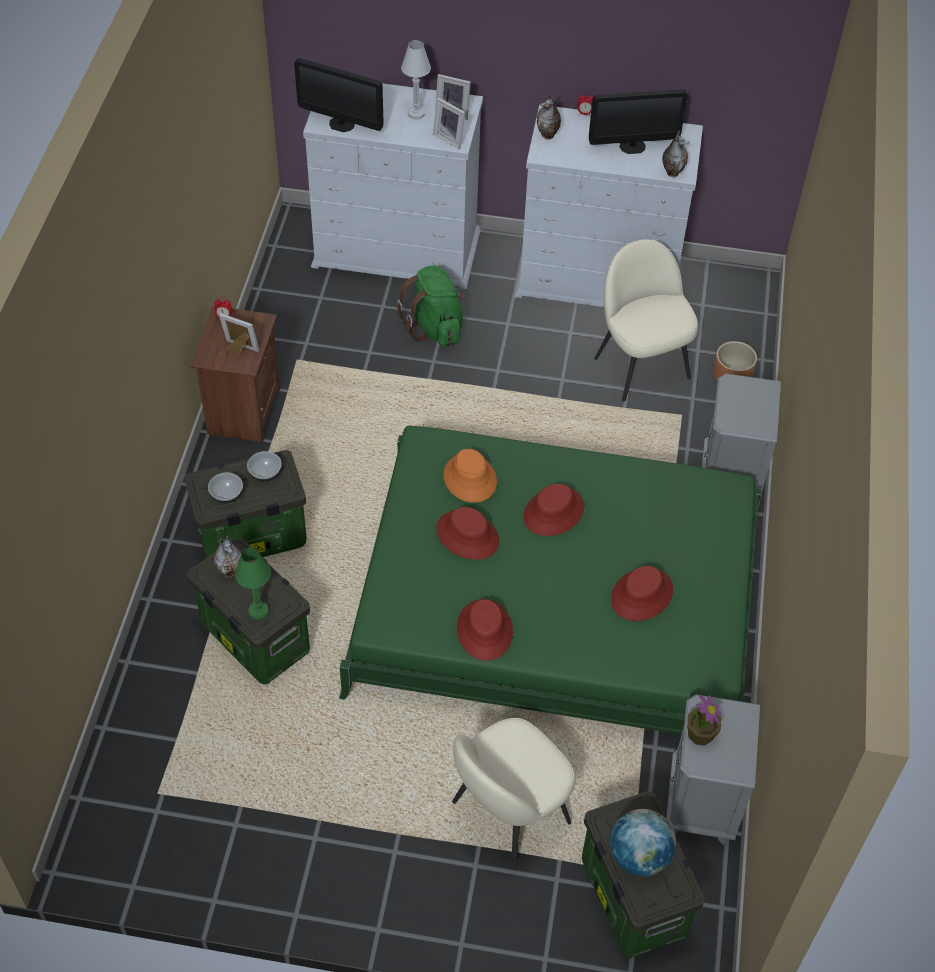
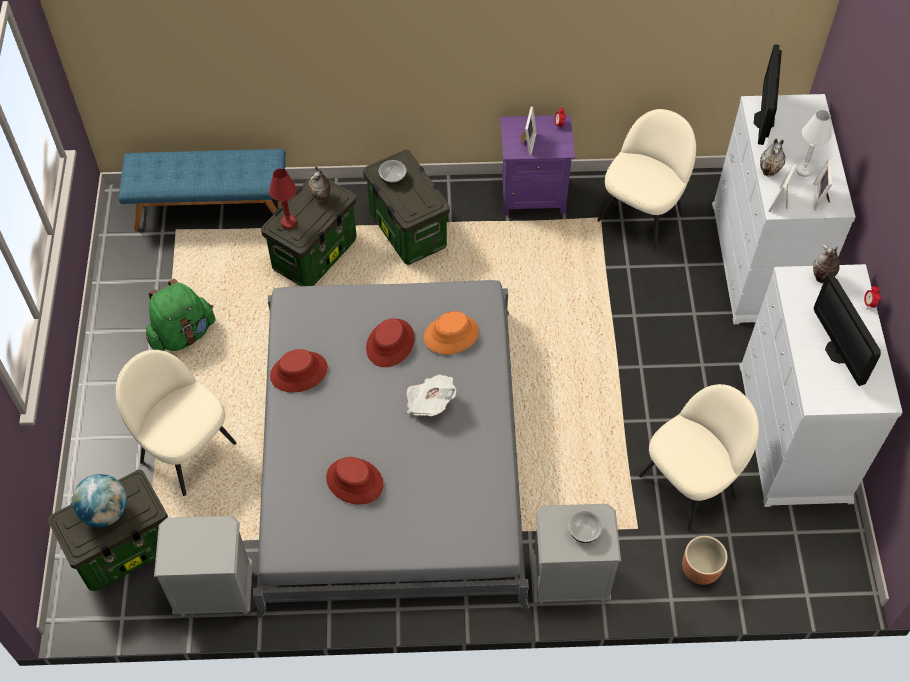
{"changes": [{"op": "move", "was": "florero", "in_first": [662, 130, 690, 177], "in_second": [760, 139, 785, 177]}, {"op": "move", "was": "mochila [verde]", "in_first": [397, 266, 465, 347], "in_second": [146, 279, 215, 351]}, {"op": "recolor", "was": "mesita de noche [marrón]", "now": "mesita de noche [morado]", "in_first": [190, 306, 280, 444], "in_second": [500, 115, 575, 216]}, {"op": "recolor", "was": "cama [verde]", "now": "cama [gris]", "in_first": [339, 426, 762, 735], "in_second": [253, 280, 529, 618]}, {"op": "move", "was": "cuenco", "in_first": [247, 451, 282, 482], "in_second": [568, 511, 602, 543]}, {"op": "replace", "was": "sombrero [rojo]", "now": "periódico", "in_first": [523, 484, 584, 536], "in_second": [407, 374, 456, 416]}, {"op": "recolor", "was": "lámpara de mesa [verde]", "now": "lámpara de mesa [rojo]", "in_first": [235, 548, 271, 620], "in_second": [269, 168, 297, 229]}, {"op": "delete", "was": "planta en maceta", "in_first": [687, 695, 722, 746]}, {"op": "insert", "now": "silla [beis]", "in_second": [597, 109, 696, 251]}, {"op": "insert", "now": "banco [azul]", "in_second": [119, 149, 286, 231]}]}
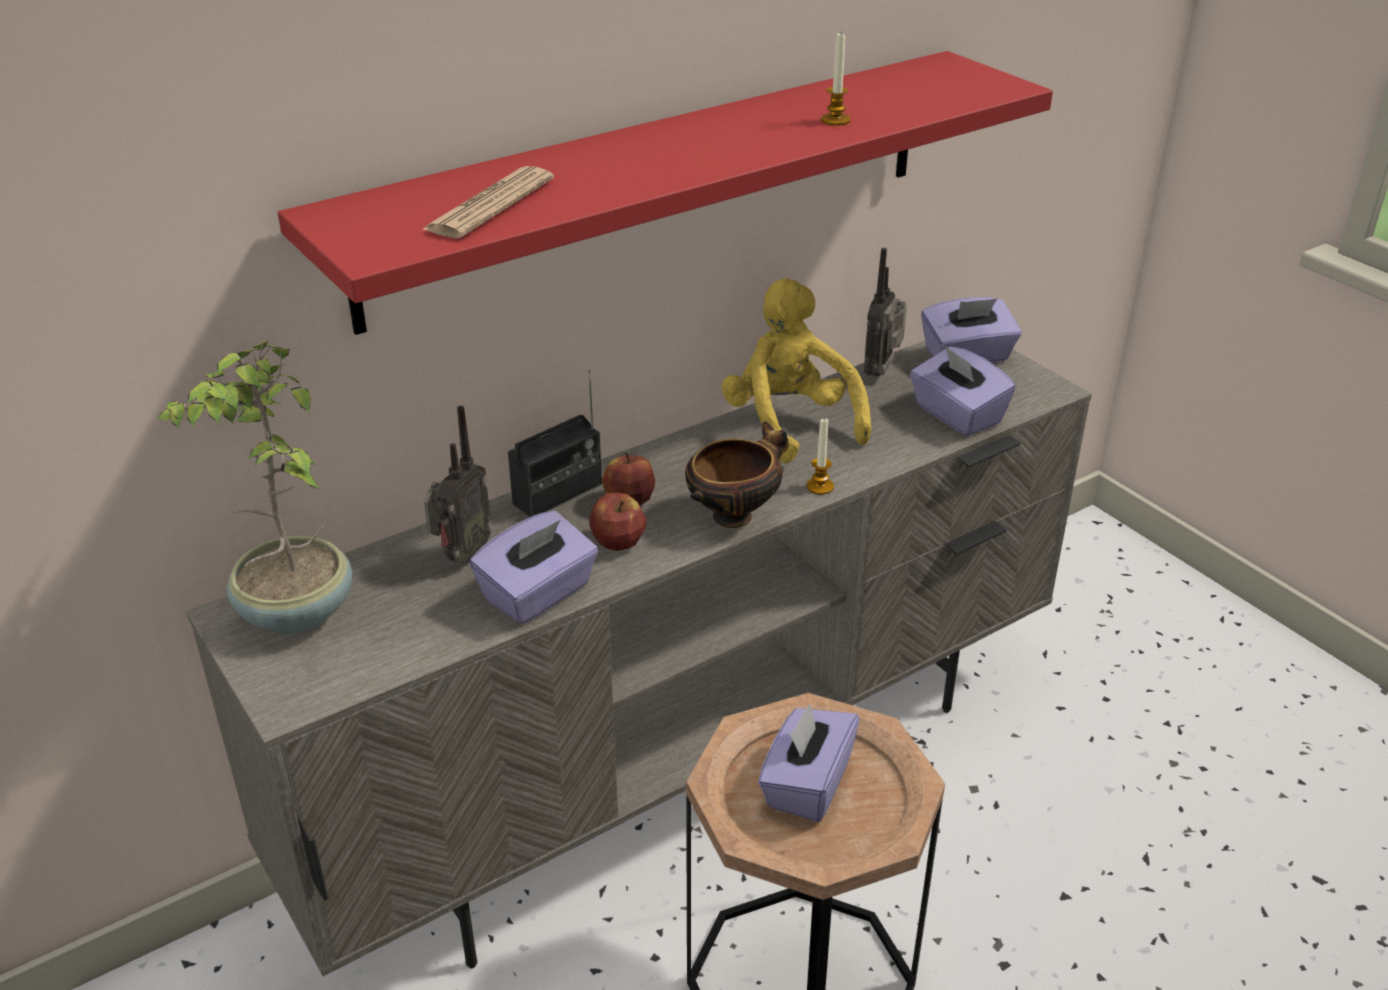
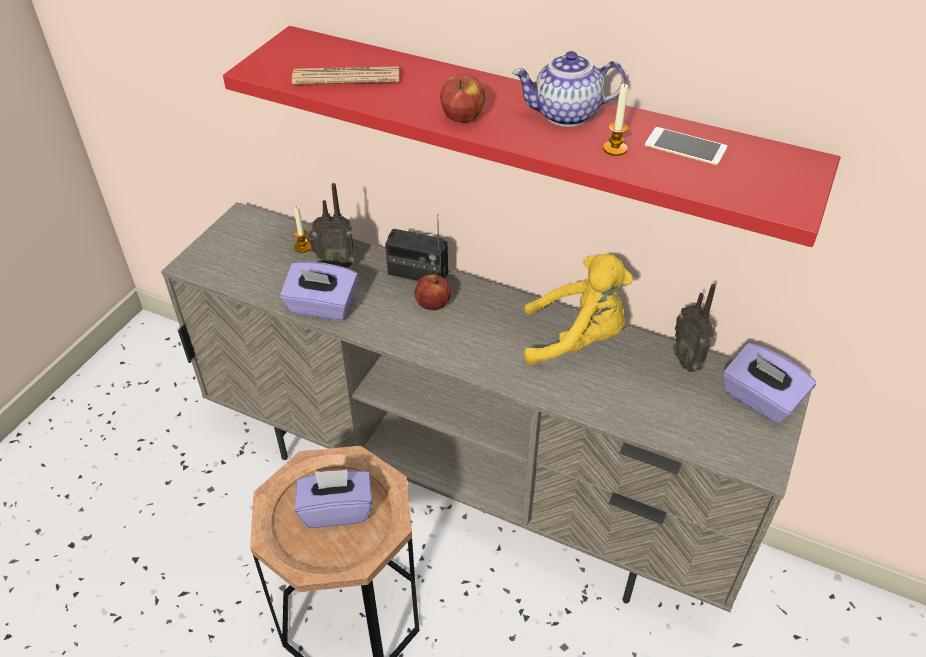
{"changes": [{"op": "rotate", "was": "radio", "in_first": [864, 248, 907, 376], "in_second": [673, 284, 716, 372], "clockwise": -105}, {"op": "rotate", "was": "peluche [amarillo]", "in_first": [721, 278, 871, 464], "in_second": [524, 254, 633, 365], "clockwise": 60}, {"op": "delete", "was": "planta en maceta", "in_first": [157, 339, 352, 634]}, {"op": "delete", "was": "caja de pañuelos [morado]", "in_first": [910, 346, 1016, 436]}, {"op": "move", "was": "vela", "in_first": [806, 417, 834, 494], "in_second": [294, 206, 311, 253]}, {"op": "delete", "was": "cuenco", "in_first": [685, 422, 789, 528]}, {"op": "move", "was": "manzana", "in_first": [589, 492, 646, 551], "in_second": [440, 74, 485, 123]}, {"op": "insert", "now": "tetera", "in_second": [512, 51, 626, 127]}, {"op": "insert", "now": "móvil", "in_second": [645, 127, 727, 165]}]}
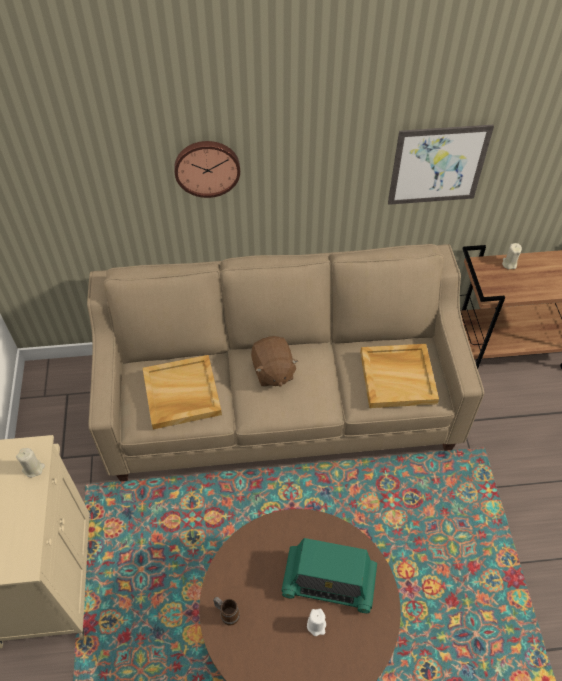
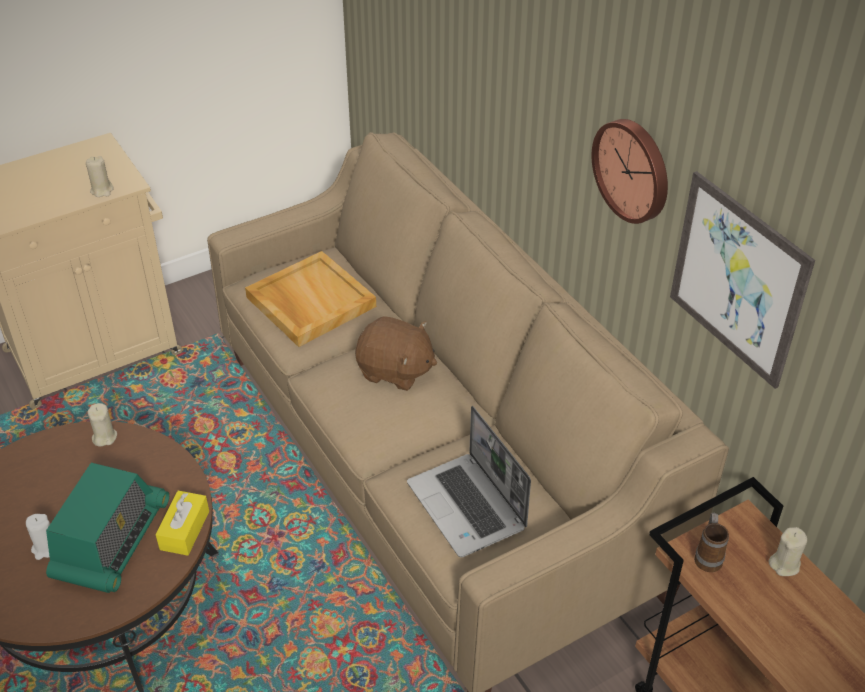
{"changes": [{"op": "move", "was": "reloj de pared", "in_first": [174, 141, 240, 198], "in_second": [592, 119, 668, 224]}, {"op": "rotate", "was": "peluche [marrón]", "in_first": [251, 336, 298, 387], "in_second": [355, 316, 437, 391], "clockwise": -120}, {"op": "replace", "was": "bandeja [beis]", "now": "portátil", "in_first": [360, 344, 439, 408], "in_second": [407, 406, 531, 558]}, {"op": "rotate", "was": "radio", "in_first": [281, 538, 377, 613], "in_second": [46, 463, 169, 593], "clockwise": -150}, {"op": "move", "was": "taza grande", "in_first": [213, 597, 240, 626], "in_second": [694, 512, 729, 572]}, {"op": "insert", "now": "vela [beis]", "in_second": [88, 403, 117, 447]}, {"op": "insert", "now": "caja de pañuelos [amarillo]", "in_second": [155, 491, 209, 556]}]}
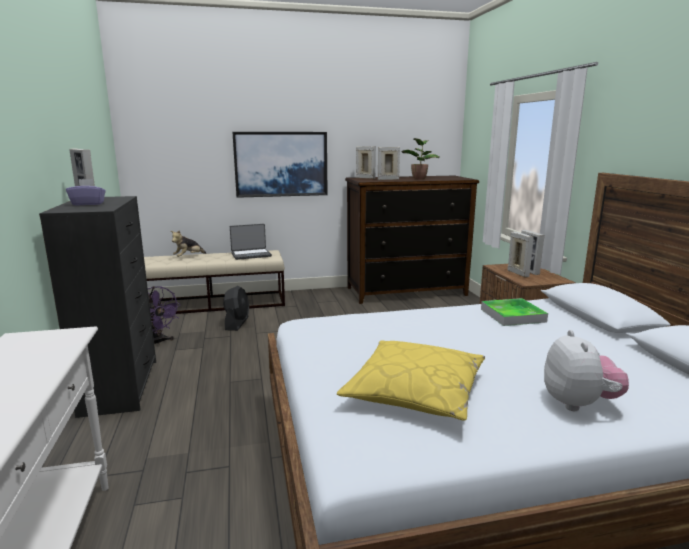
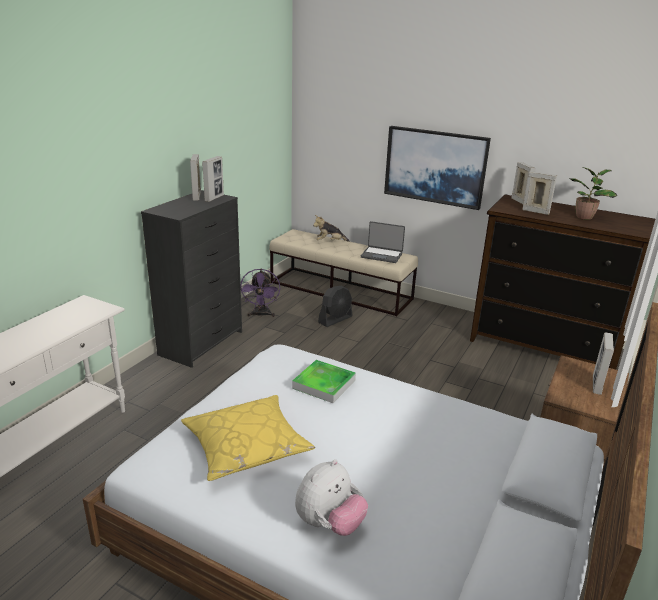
{"changes": [{"op": "delete", "was": "caja de pañuelos [morado]", "in_first": [66, 179, 106, 205]}, {"op": "move", "was": "portarretratos", "in_first": [507, 232, 534, 277], "in_second": [202, 156, 224, 202]}, {"op": "move", "was": "bandeja", "in_first": [481, 298, 548, 326], "in_second": [292, 360, 356, 403]}]}
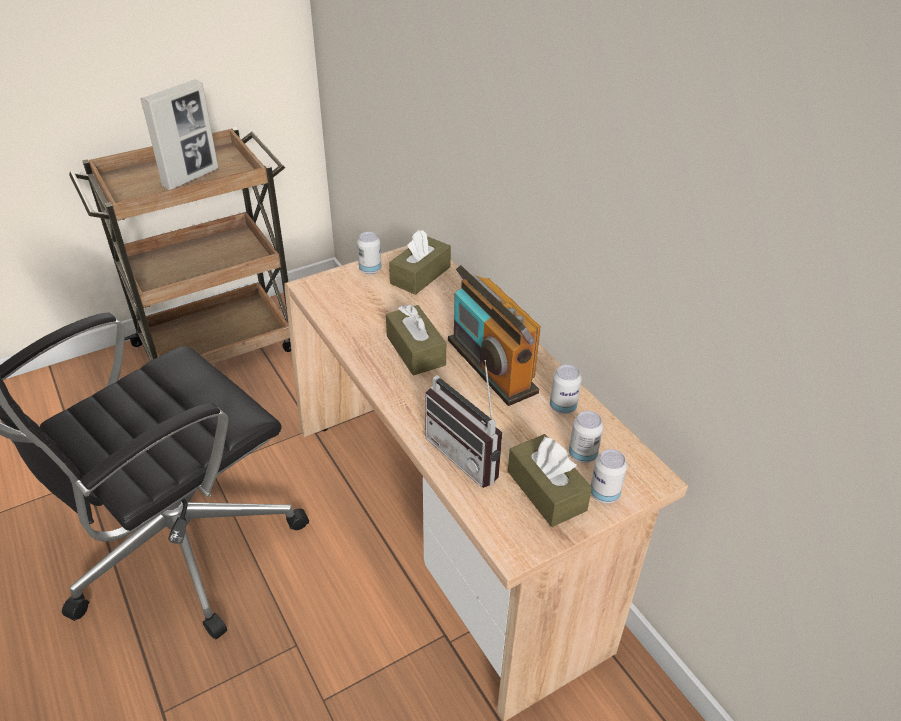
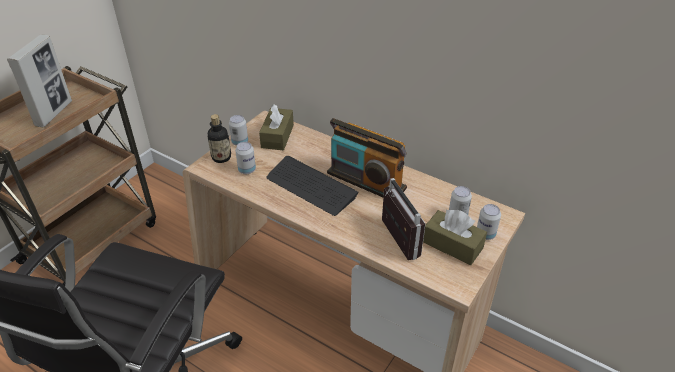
{"changes": [{"op": "replace", "was": "caja de pañuelos [marrón]", "now": "teclado", "in_first": [386, 304, 446, 376], "in_second": [266, 156, 358, 216]}, {"op": "rotate", "was": "radio", "in_first": [425, 360, 502, 488], "in_second": [382, 178, 426, 260], "clockwise": -135}, {"op": "move", "was": "lata", "in_first": [550, 365, 582, 414], "in_second": [235, 142, 256, 174]}, {"op": "insert", "now": "botella", "in_second": [207, 114, 231, 163]}]}
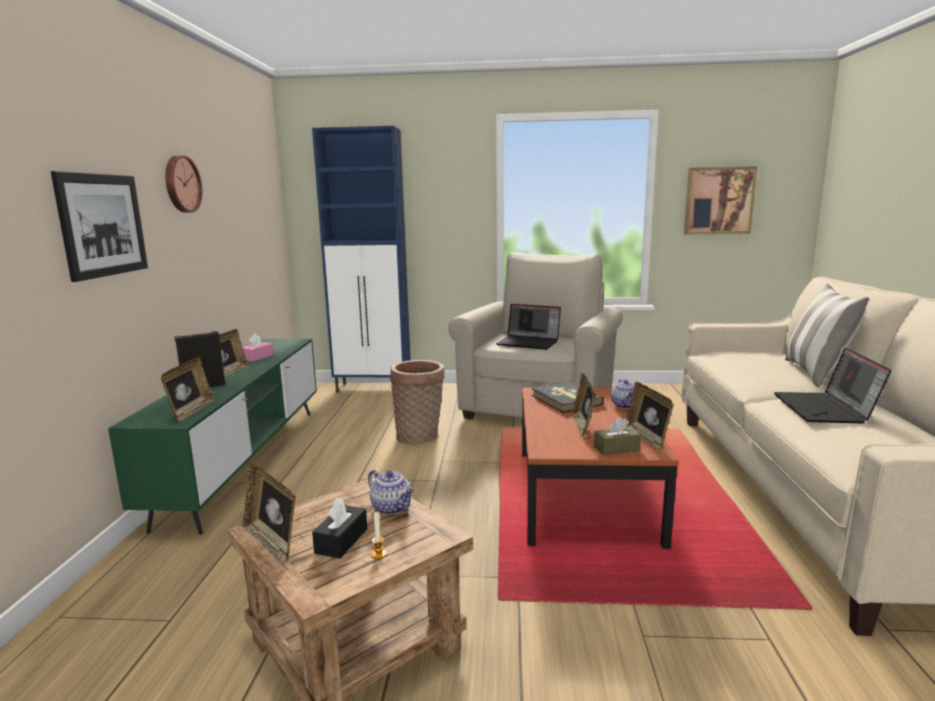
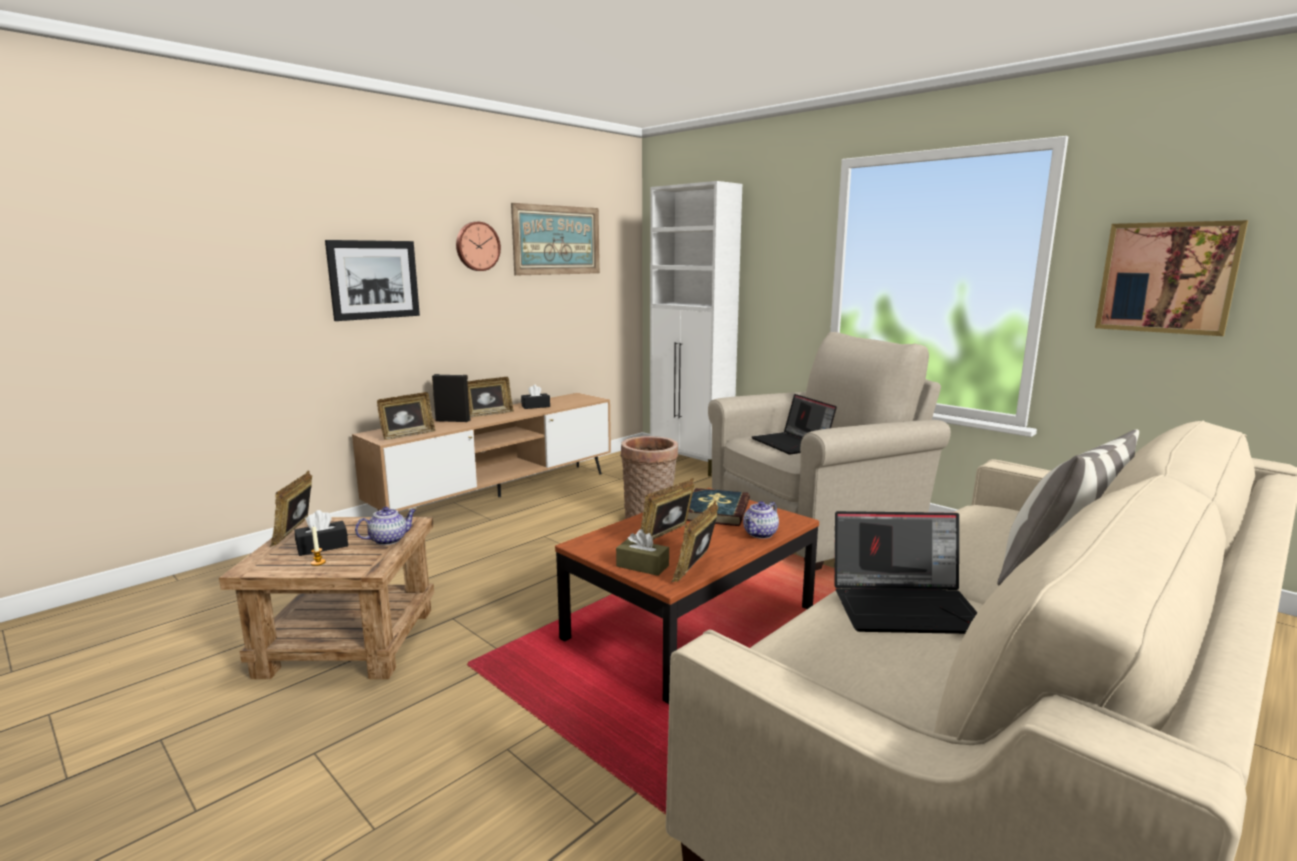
{"changes": [{"op": "recolor", "was": "armario [azul]", "now": "armario [blanco]", "in_first": [312, 126, 411, 393], "in_second": [650, 181, 742, 476]}, {"op": "recolor", "was": "caja de pañuelos [rosa]", "now": "caja de pañuelos [negro]", "in_first": [243, 334, 274, 362], "in_second": [521, 385, 550, 409]}, {"op": "recolor", "was": "mueble de televisión [verde]", "now": "mueble de televisión [marrón]", "in_first": [108, 339, 317, 535], "in_second": [352, 393, 611, 513]}, {"op": "rotate", "was": "portátil", "in_first": [774, 347, 892, 423], "in_second": [834, 511, 977, 634], "clockwise": -135}, {"op": "rotate", "was": "tetera", "in_first": [368, 470, 414, 515], "in_second": [355, 507, 416, 545], "clockwise": -120}, {"op": "insert", "now": "cuadro", "in_second": [511, 203, 600, 276]}]}
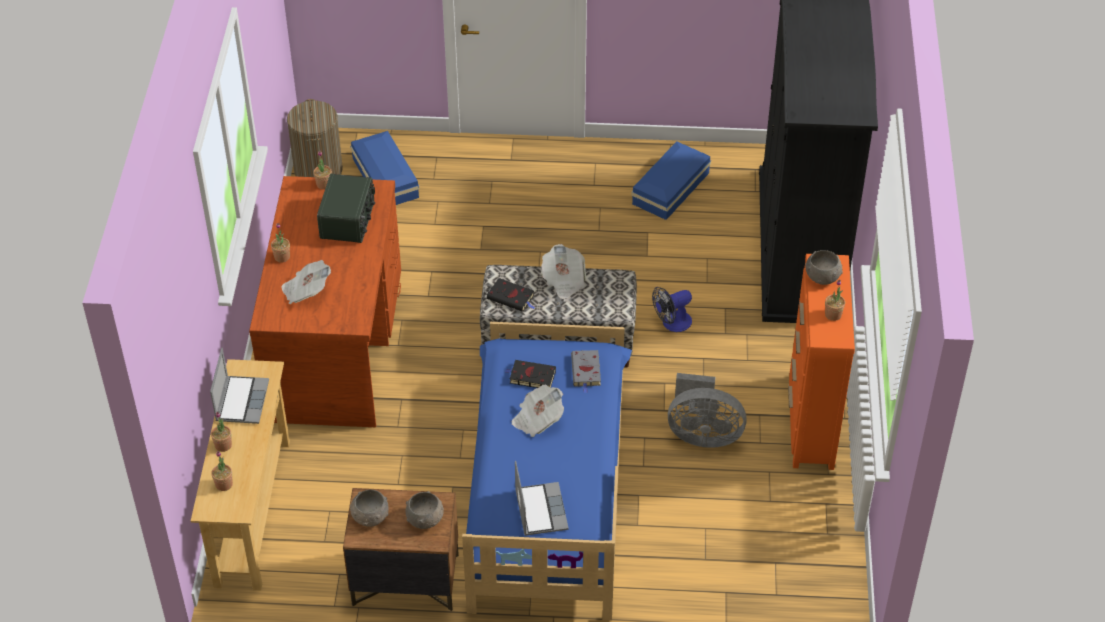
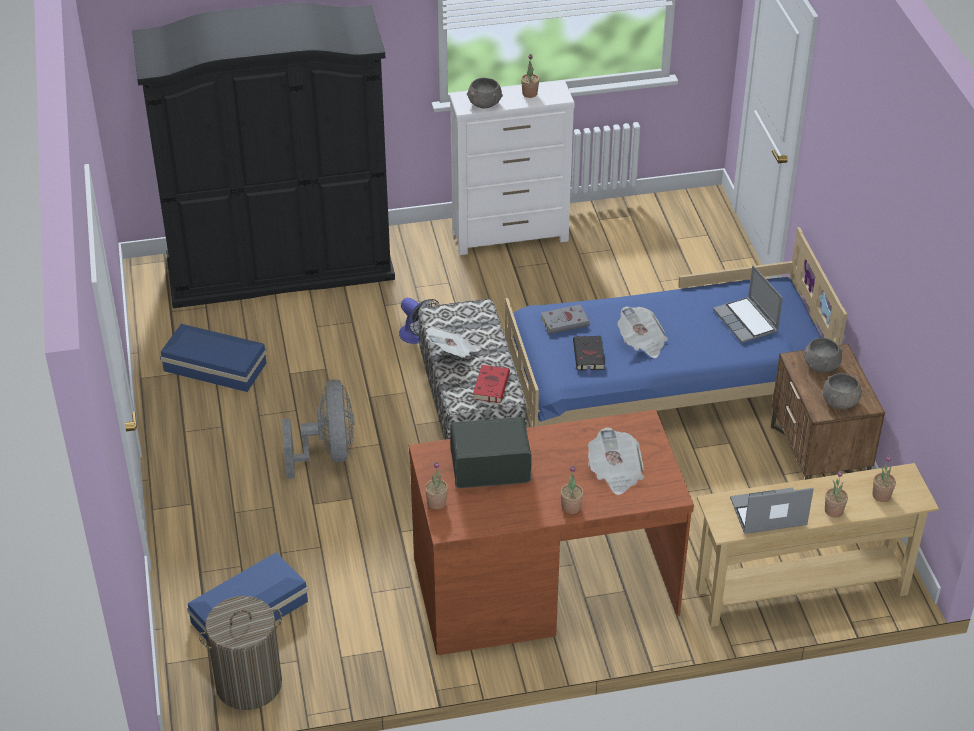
{"changes": [{"op": "recolor", "was": "cómoda [naranja]", "now": "cómoda [blanco]", "in_first": [788, 254, 855, 470], "in_second": [449, 81, 575, 255]}, {"op": "recolor", "was": "libro [negro]", "now": "libro [rojo]", "in_first": [487, 278, 535, 312], "in_second": [473, 365, 510, 403]}, {"op": "move", "was": "ventilador [gris]", "in_first": [668, 373, 747, 448], "in_second": [282, 380, 355, 479]}, {"op": "rotate", "was": "portátil", "in_first": [515, 461, 569, 536], "in_second": [713, 265, 783, 343], "clockwise": -90}]}
